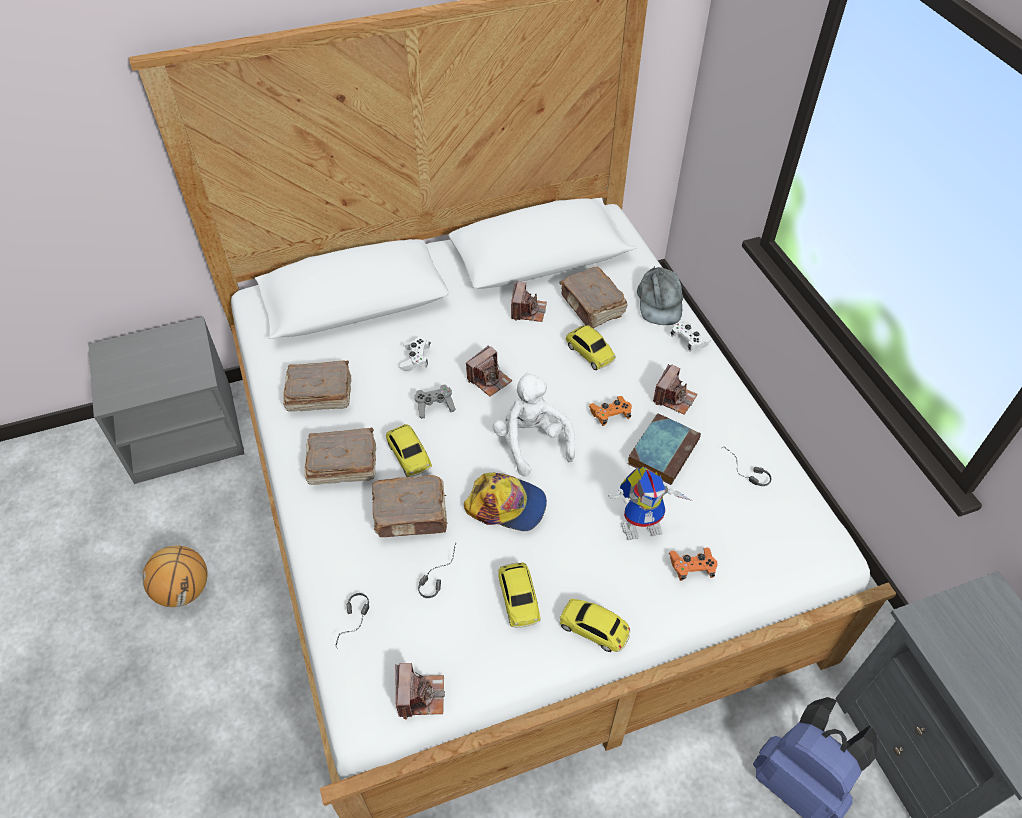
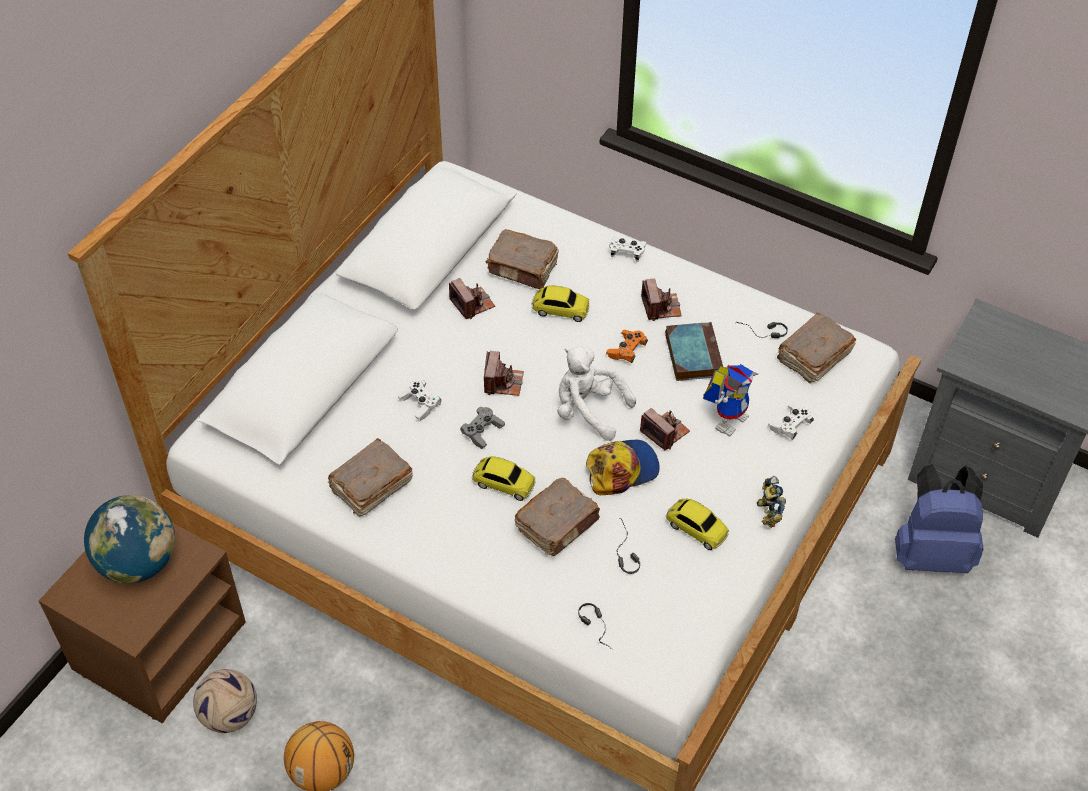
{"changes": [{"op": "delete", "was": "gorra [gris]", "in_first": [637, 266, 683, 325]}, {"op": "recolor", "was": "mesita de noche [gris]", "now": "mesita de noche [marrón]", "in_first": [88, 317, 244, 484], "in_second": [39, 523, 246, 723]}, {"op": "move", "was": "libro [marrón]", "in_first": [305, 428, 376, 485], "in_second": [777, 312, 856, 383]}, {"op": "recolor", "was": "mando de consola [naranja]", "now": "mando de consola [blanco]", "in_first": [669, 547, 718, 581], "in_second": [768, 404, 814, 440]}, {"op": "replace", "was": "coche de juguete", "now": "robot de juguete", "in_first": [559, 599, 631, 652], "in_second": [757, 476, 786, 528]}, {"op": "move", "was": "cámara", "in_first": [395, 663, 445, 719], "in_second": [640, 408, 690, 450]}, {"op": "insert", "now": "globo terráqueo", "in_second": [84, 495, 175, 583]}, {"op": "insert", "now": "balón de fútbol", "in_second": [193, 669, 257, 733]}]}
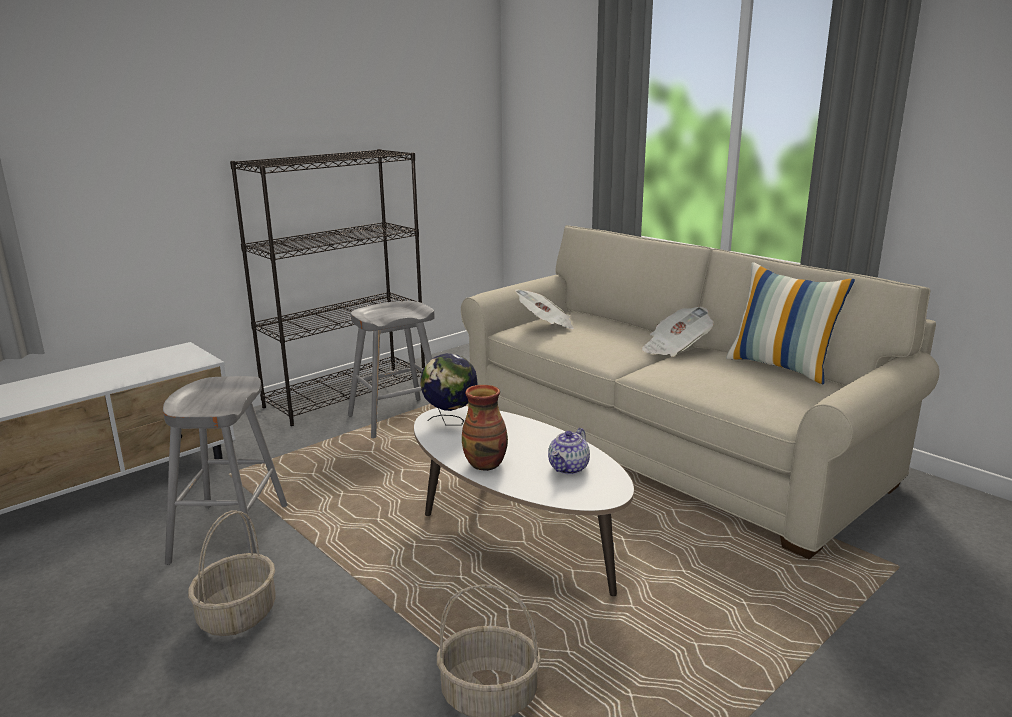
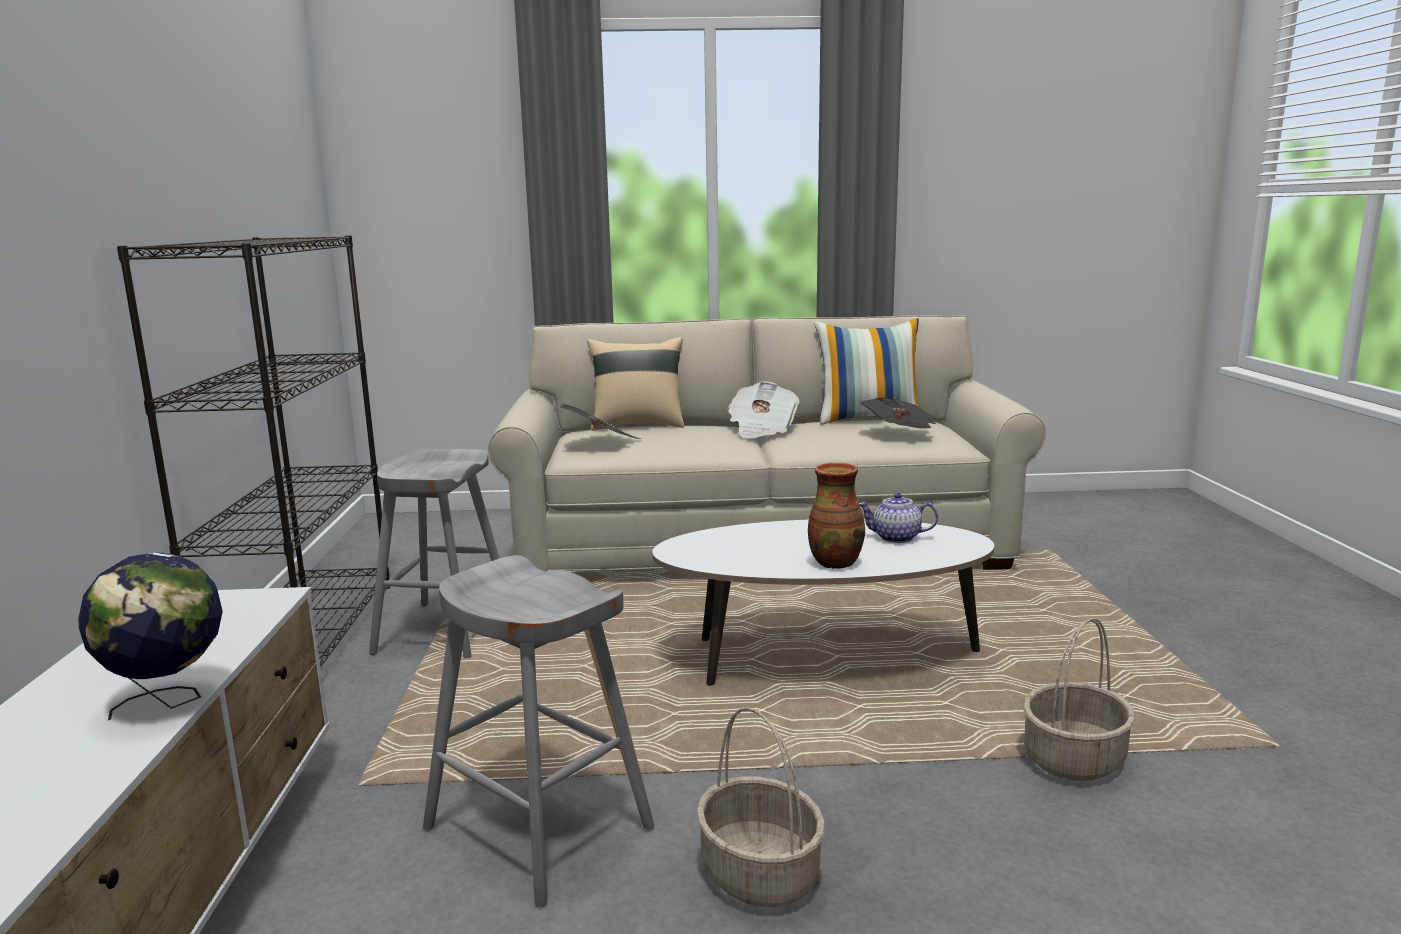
{"changes": [{"op": "move", "was": "globo terráqueo", "in_first": [420, 353, 478, 426], "in_second": [78, 552, 223, 720]}, {"op": "rotate", "was": "tetera", "in_first": [548, 428, 590, 474], "in_second": [859, 493, 938, 543], "clockwise": 120}, {"op": "insert", "now": "cojín [beis]", "in_second": [587, 337, 684, 431]}, {"op": "insert", "now": "periódico", "in_second": [860, 398, 936, 429]}]}
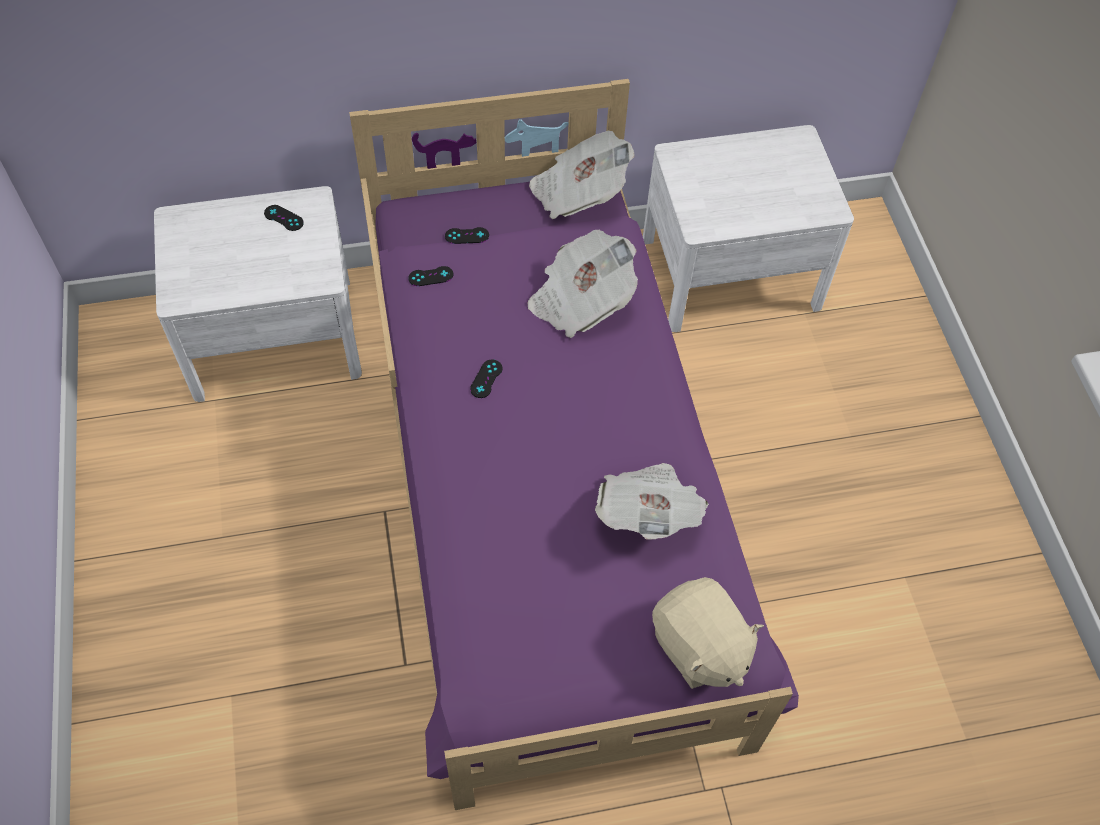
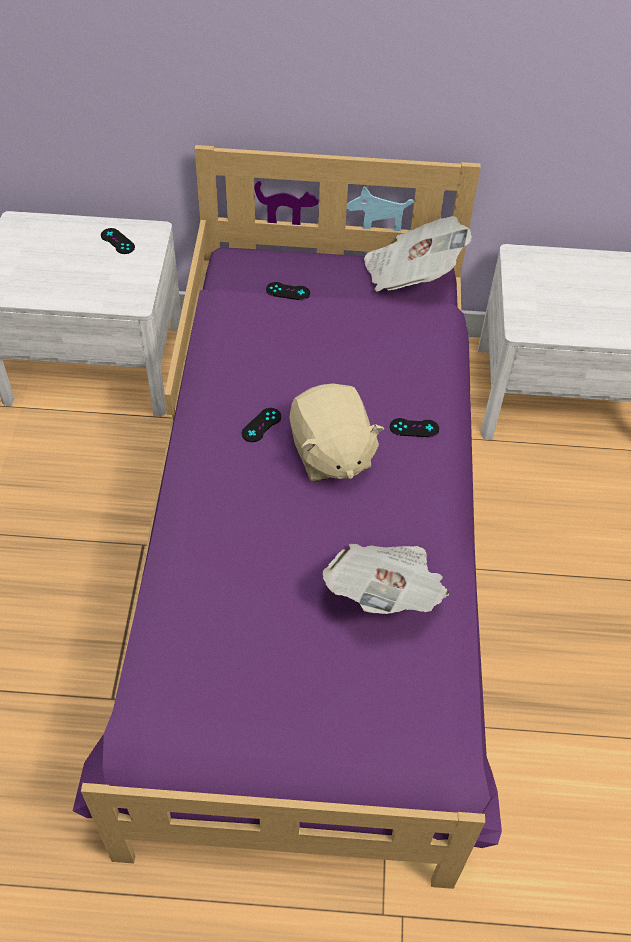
{"changes": [{"op": "delete", "was": "periódico", "in_first": [527, 229, 638, 338]}, {"op": "move", "was": "mando de consola [negro]", "in_first": [408, 266, 453, 286], "in_second": [390, 418, 439, 437]}, {"op": "move", "was": "peluche [beis]", "in_first": [652, 577, 764, 689], "in_second": [289, 383, 384, 482]}]}
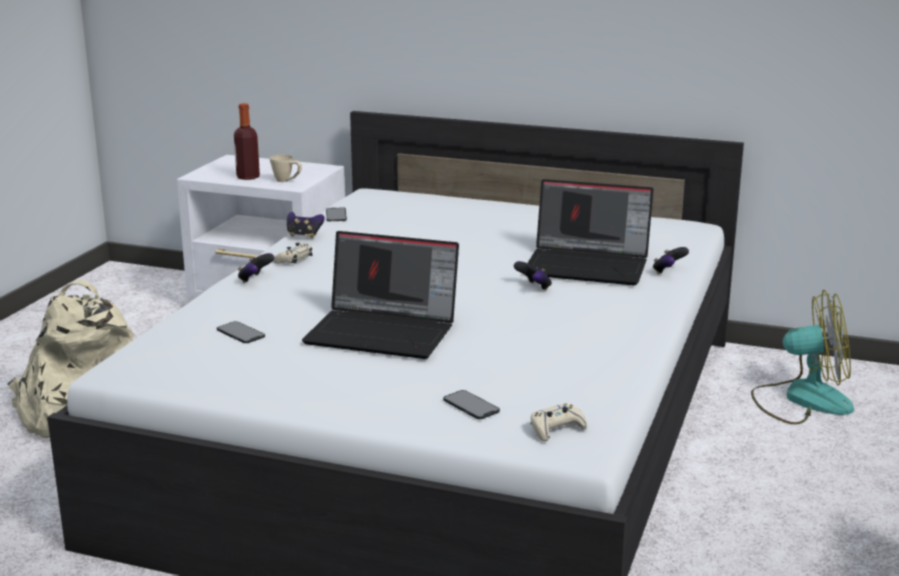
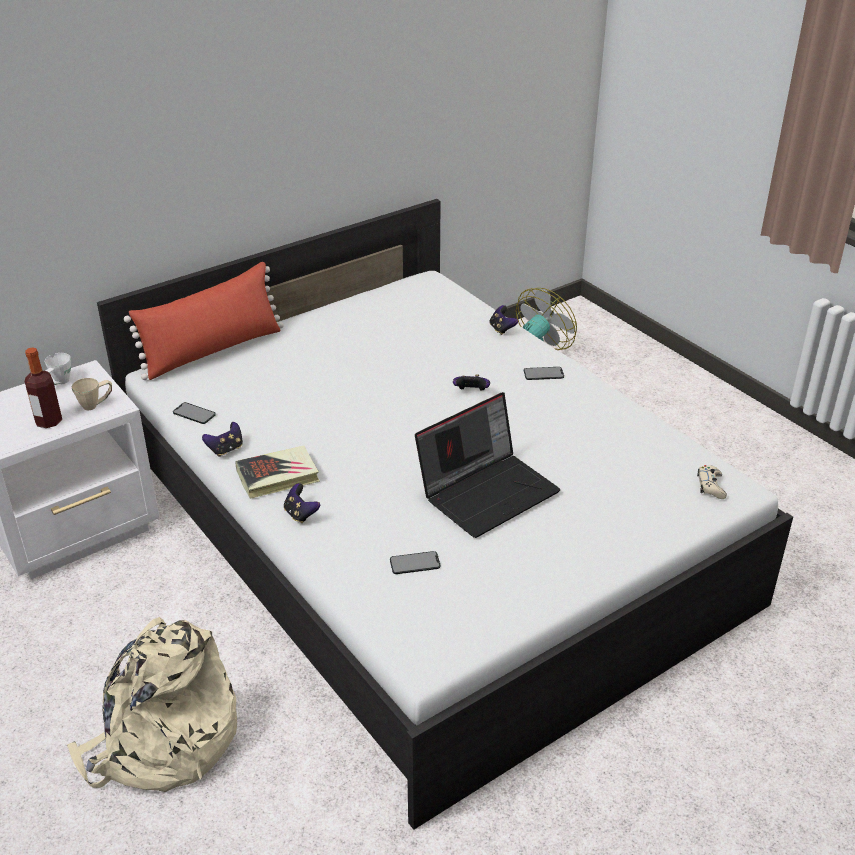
{"changes": [{"op": "delete", "was": "portátil", "in_first": [528, 179, 653, 285]}, {"op": "replace", "was": "mando de consola [beis]", "now": "libro", "in_first": [273, 243, 313, 264], "in_second": [236, 446, 320, 499]}, {"op": "move", "was": "móvil", "in_first": [443, 390, 500, 419], "in_second": [524, 367, 564, 380]}, {"op": "insert", "now": "cojín [rojo]", "in_second": [124, 262, 284, 380]}, {"op": "insert", "now": "taza grande [blanco]", "in_second": [45, 353, 71, 385]}]}
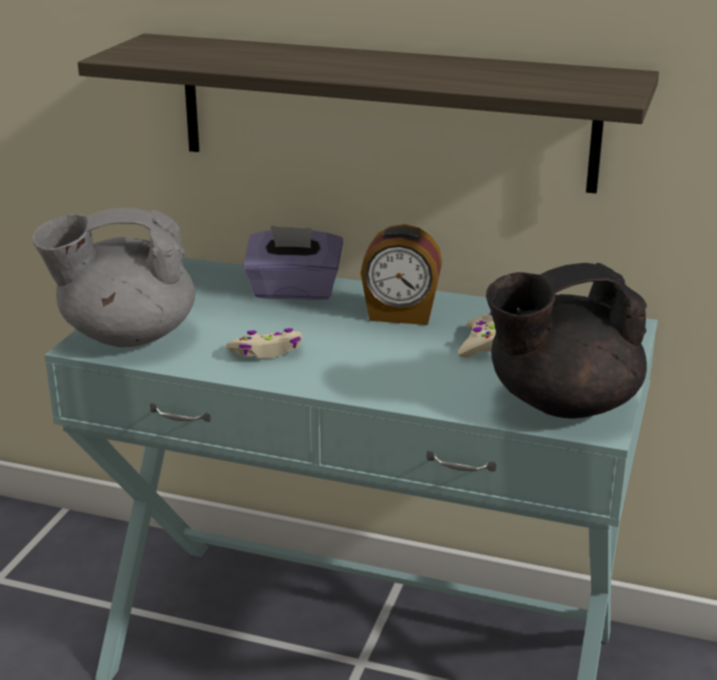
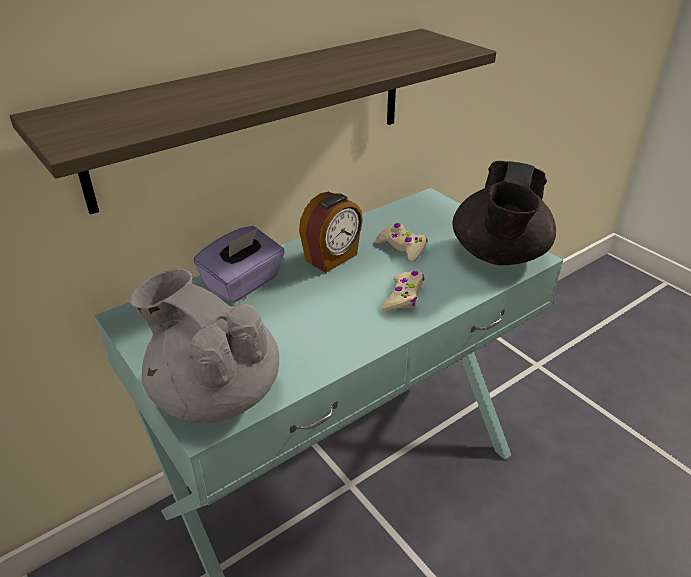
{"changes": [{"op": "rotate", "was": "tetera [gris]", "in_first": [32, 208, 196, 347], "in_second": [130, 269, 279, 423], "clockwise": 105}, {"op": "move", "was": "mando de consola [beis]", "in_first": [226, 328, 303, 359], "in_second": [382, 271, 424, 311]}]}
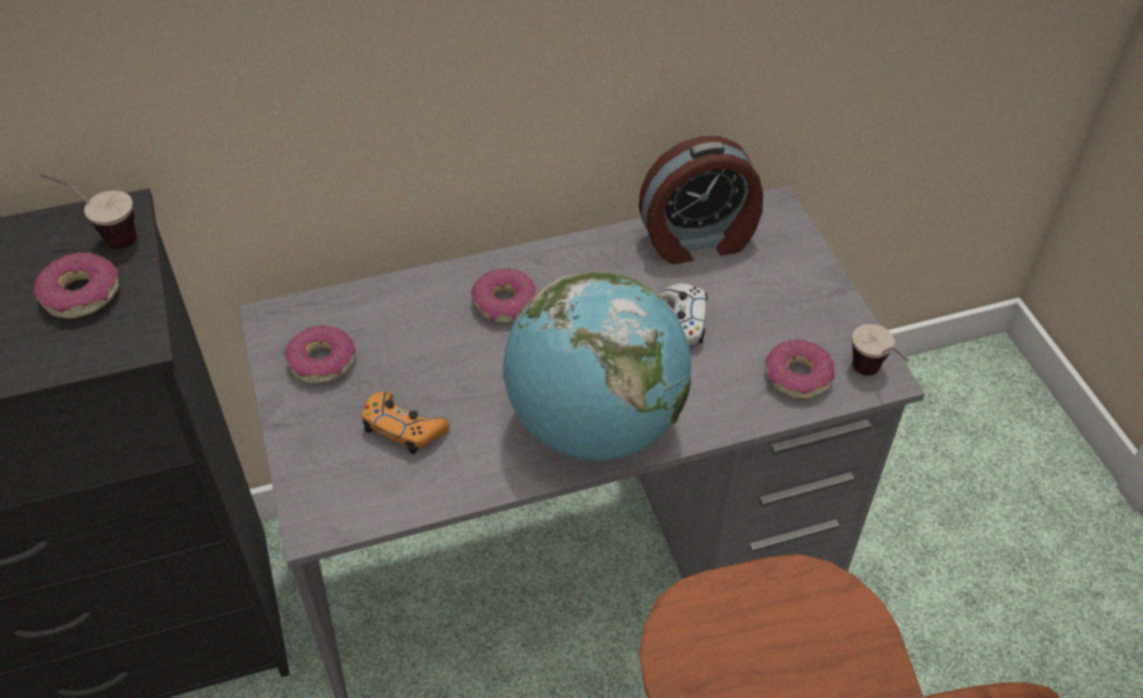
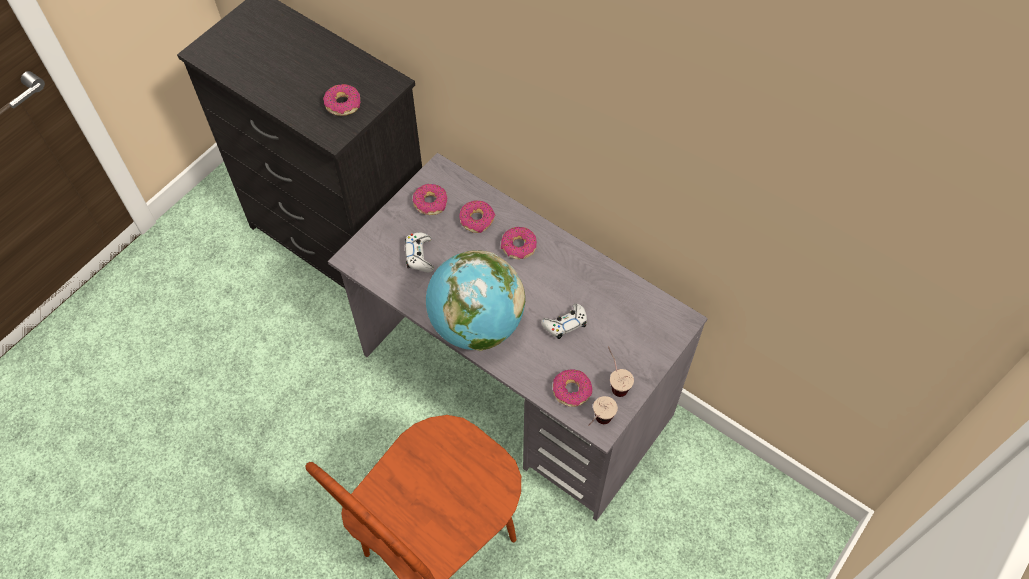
{"changes": [{"op": "delete", "was": "despertador", "in_first": [639, 136, 763, 264]}, {"op": "move", "was": "taza", "in_first": [40, 173, 137, 249], "in_second": [608, 346, 634, 397]}, {"op": "recolor", "was": "mando de consola [naranja]", "now": "mando de consola [blanco]", "in_first": [361, 391, 449, 454], "in_second": [405, 232, 434, 272]}, {"op": "insert", "now": "rosquilla", "in_second": [459, 200, 495, 233]}]}
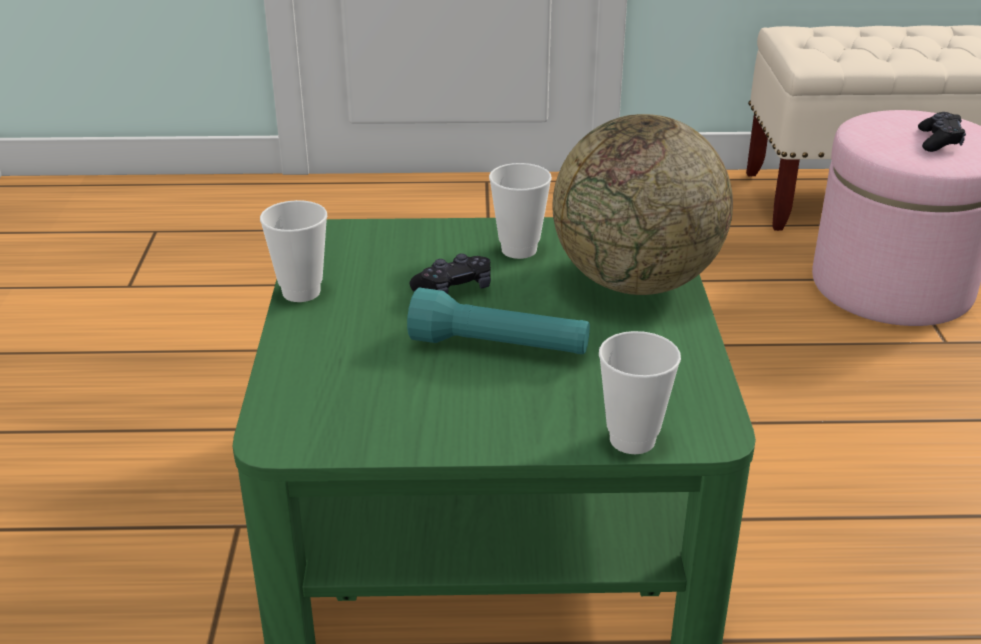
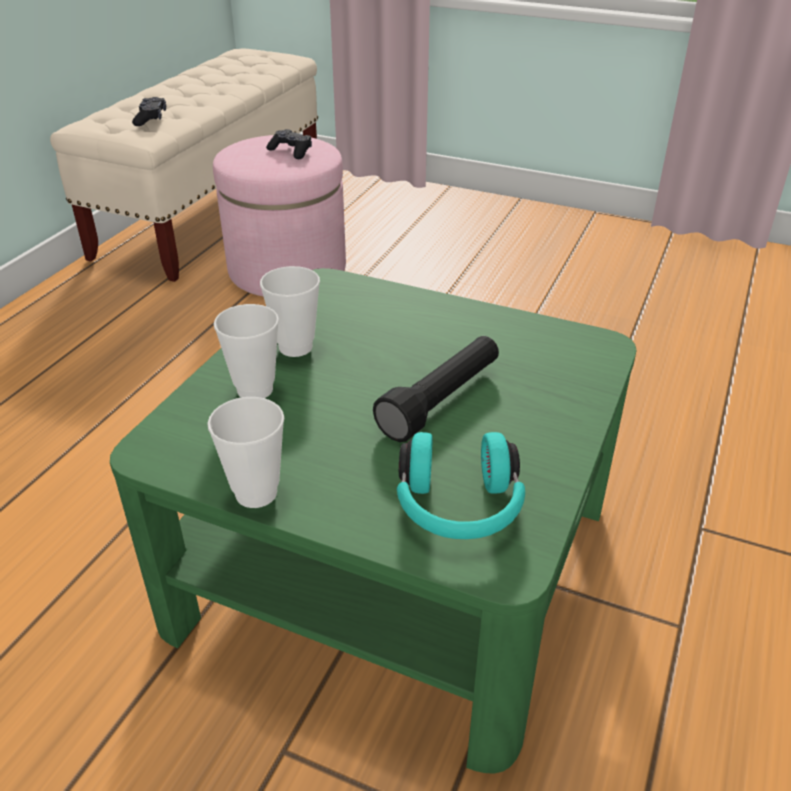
{"changes": [{"op": "delete", "was": "globo terráqueo", "in_first": [553, 114, 733, 295]}, {"op": "move", "was": "mando de consola [negro]", "in_first": [410, 254, 491, 294], "in_second": [132, 97, 166, 126]}, {"op": "recolor", "was": "linterna [turquesa]", "now": "linterna [negro]", "in_first": [407, 288, 590, 354], "in_second": [373, 336, 499, 442]}, {"op": "move", "was": "taza", "in_first": [599, 331, 681, 454], "in_second": [214, 304, 279, 398]}, {"op": "insert", "now": "auriculares [turquesa]", "in_second": [397, 432, 525, 539]}]}
